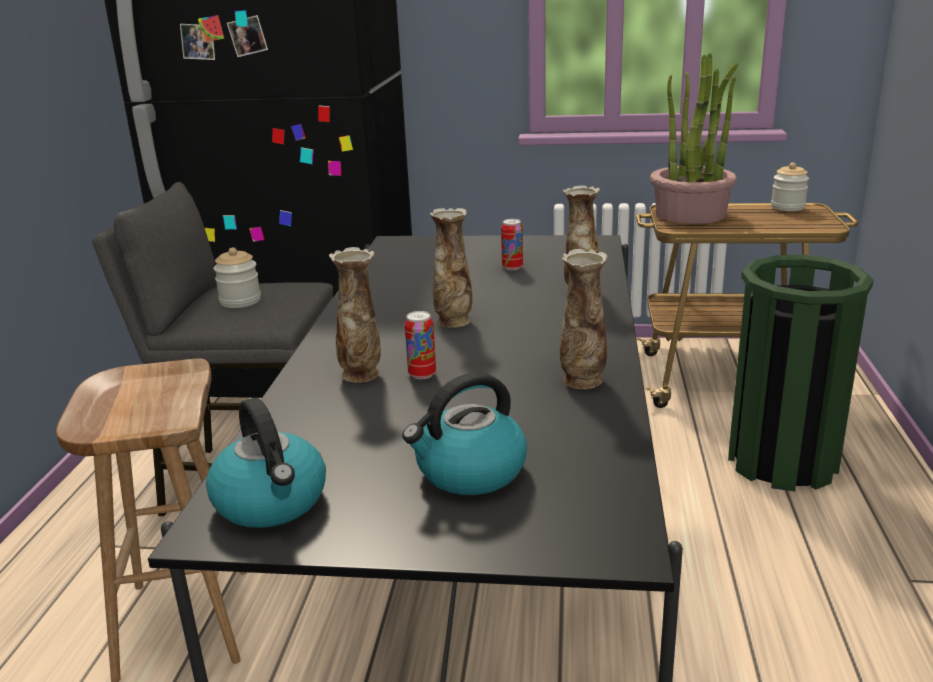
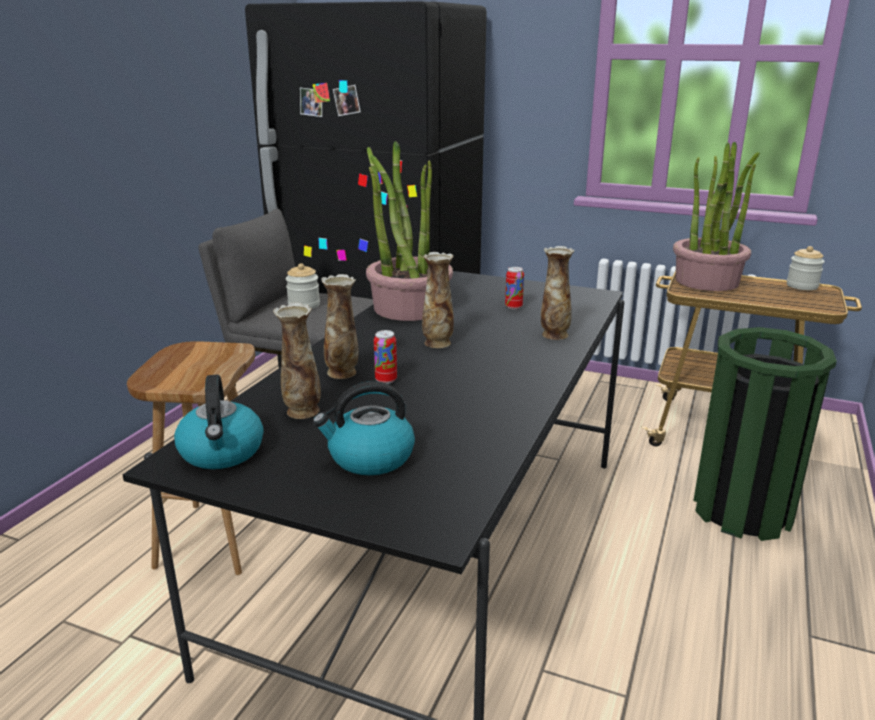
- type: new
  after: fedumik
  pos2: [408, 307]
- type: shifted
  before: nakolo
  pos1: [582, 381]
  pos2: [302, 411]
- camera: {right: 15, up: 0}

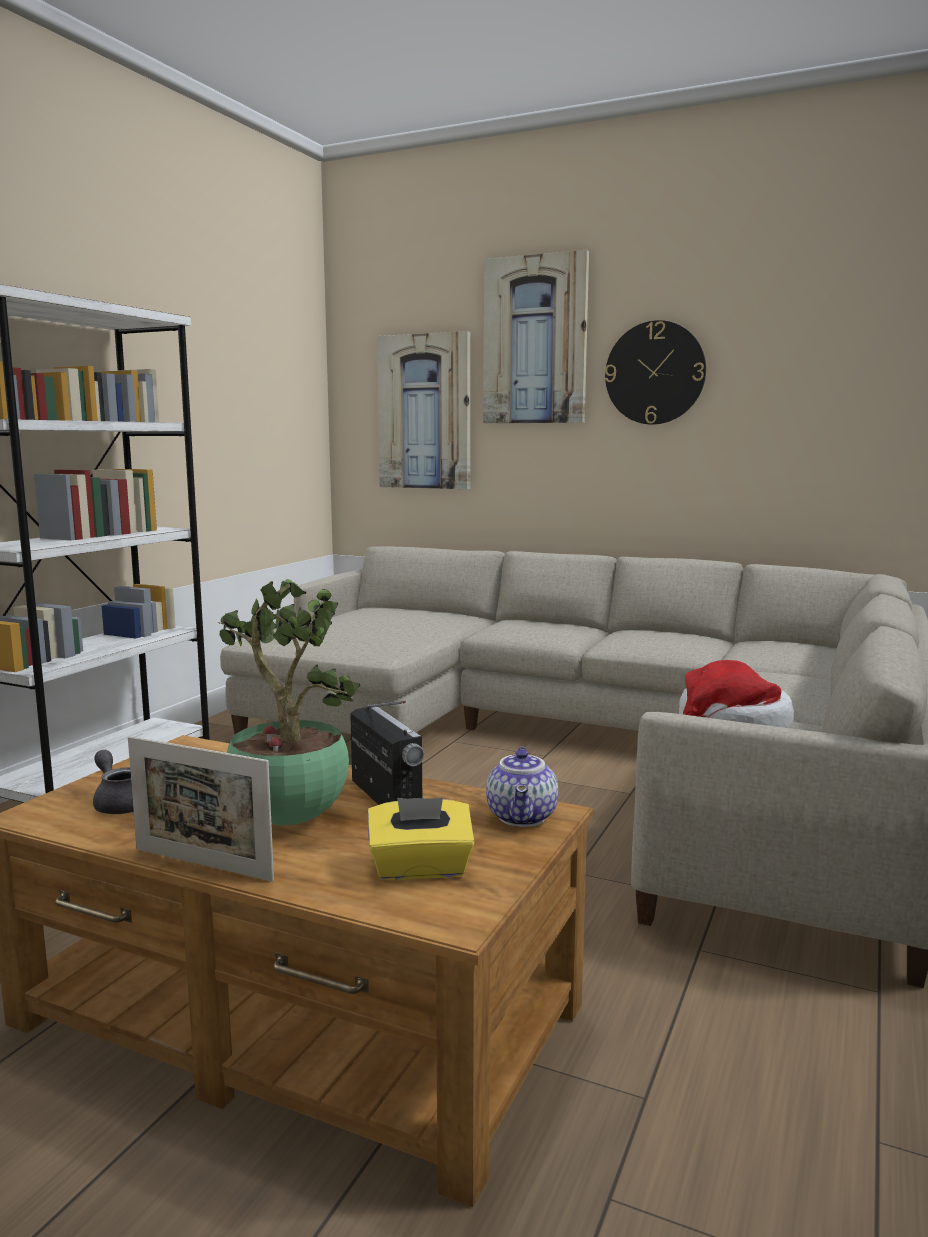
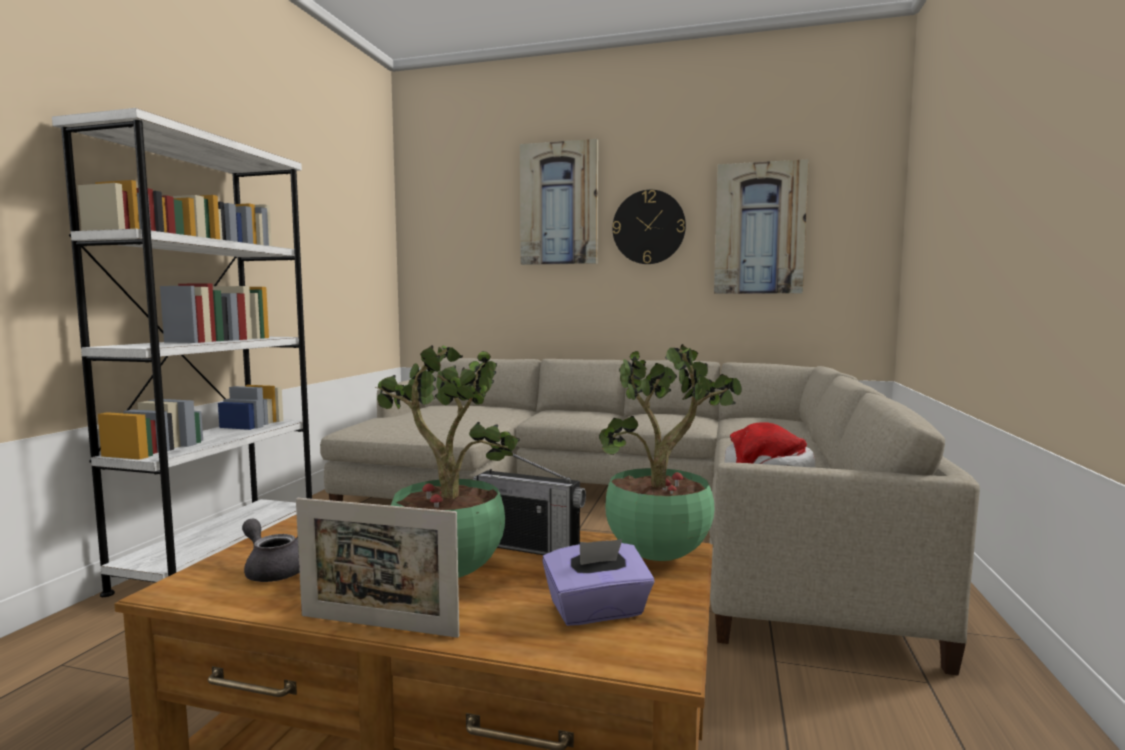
- type: shifted
  before: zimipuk
  pos1: [425, 412]
  pos2: [759, 229]
- type: swapped
  before: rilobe
  after: fedumik
  pos1: [523, 817]
  pos2: [661, 556]
- type: repainted
  before: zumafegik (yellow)
  after: zumafegik (purple)
  pos1: [420, 869]
  pos2: [597, 611]
- type: rotated
  before: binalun
  pos1: [385, 797]
  pos2: [528, 547]
  turn: 150
- camera: {right: -10, up: -5}

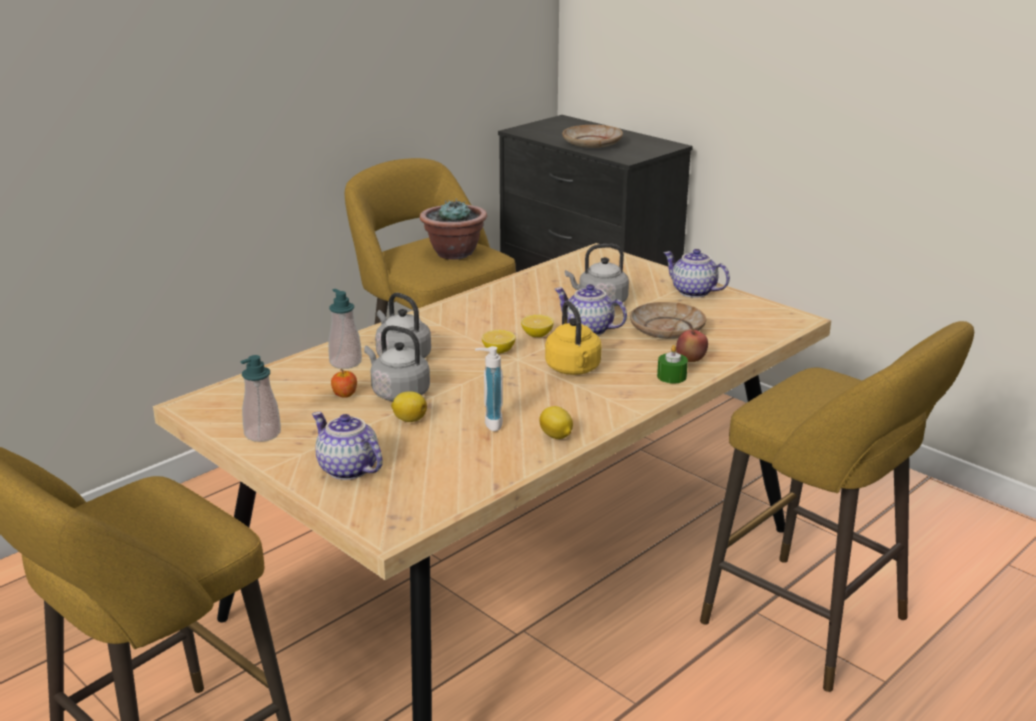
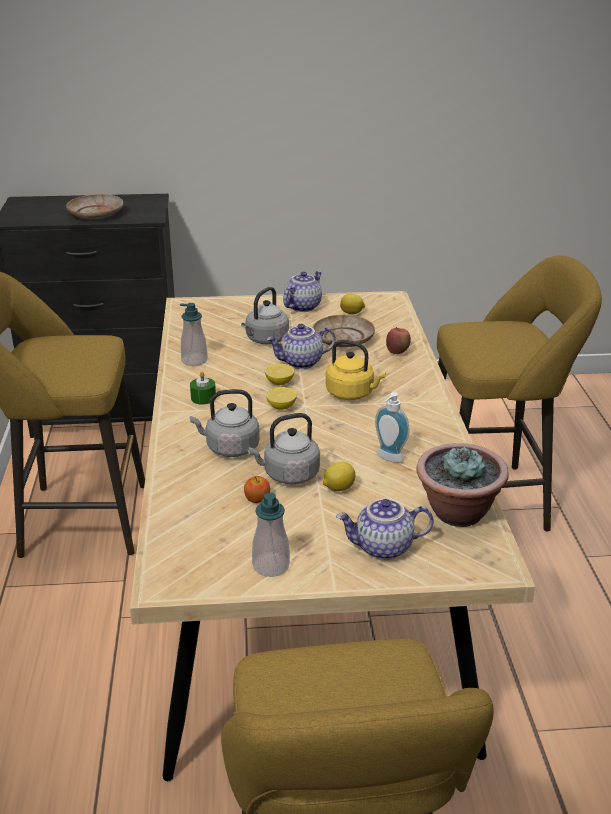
- type: shifted
  before: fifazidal
  pos1: [345, 362]
  pos2: [194, 360]
- type: shifted
  before: fedumik
  pos1: [454, 253]
  pos2: [457, 512]
- type: shifted
  before: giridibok
  pos1: [556, 436]
  pos2: [352, 313]
- type: shifted
  before: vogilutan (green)
  pos1: [671, 376]
  pos2: [203, 398]
- type: rotated
  before: rilobe
  pos1: [692, 292]
  pos2: [302, 306]
  turn: 135
- camera: {right: -50, up: 5}

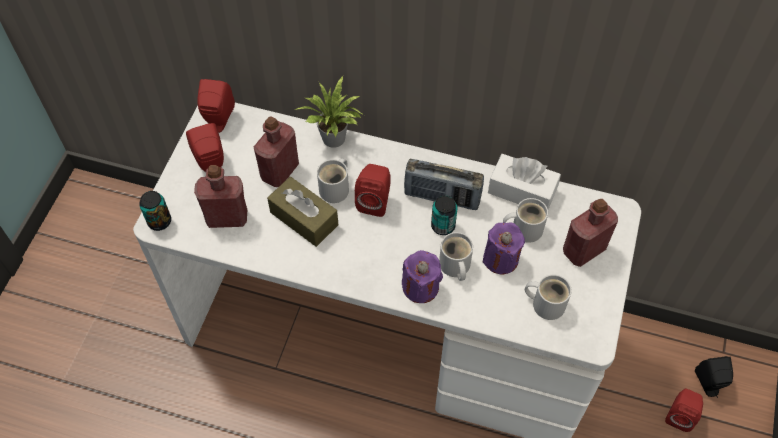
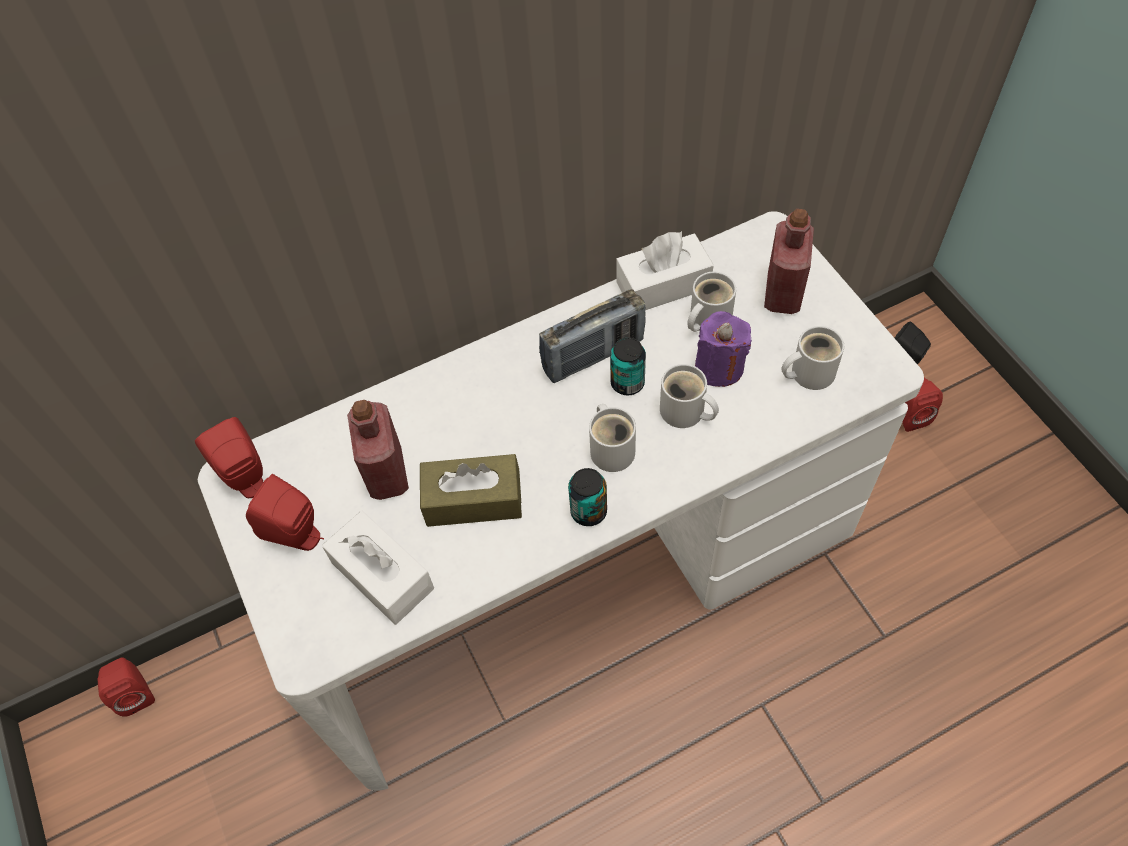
- type: gone
  before: fedumik
  pos1: [335, 140]
- type: gone
  before: vogilutan (purple)
  pos1: [420, 287]
- type: shifted
  before: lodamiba
  pos1: [159, 221]
  pos2: [588, 511]
- type: shifted
  before: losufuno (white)
  pos1: [336, 188]
  pos2: [612, 448]
- type: shifted
  before: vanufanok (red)
  pos1: [375, 201]
  pos2: [136, 692]
- type: swapped
  before: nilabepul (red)
  after: zumafegik (white)
  pos1: [227, 217]
  pos2: [382, 575]
- camera: {right: -40, up: 0}

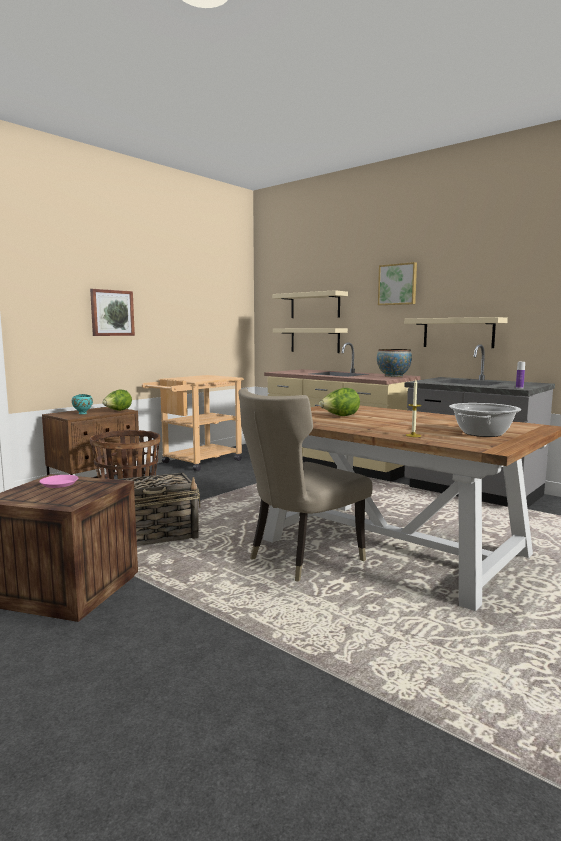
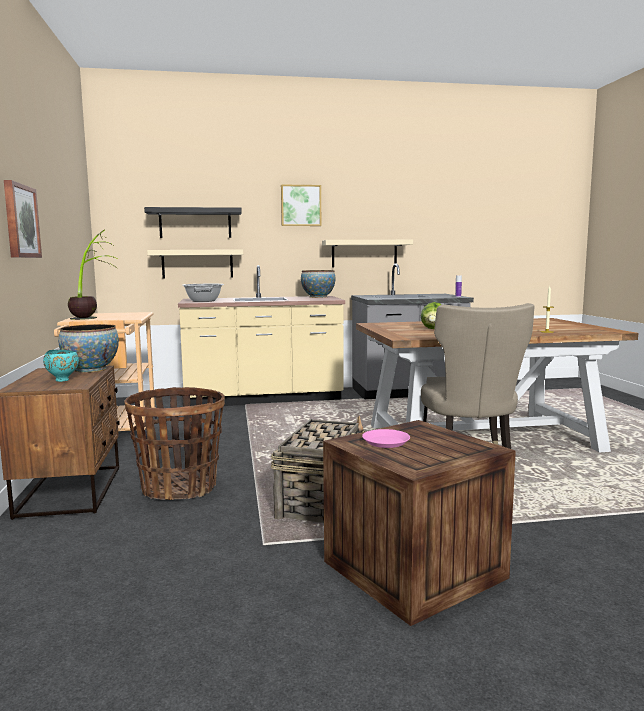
- type: new
  after: fedumik
  pos2: [93, 316]
- type: shifted
  before: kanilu
  pos1: [483, 433]
  pos2: [203, 301]
- type: swapped
  before: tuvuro
  after: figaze
  pos1: [117, 411]
  pos2: [91, 370]
- type: repainted
  before: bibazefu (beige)
  after: bibazefu (black)
  pos1: [315, 305]
  pos2: [195, 223]
- camera: {right: -50, up: 0}

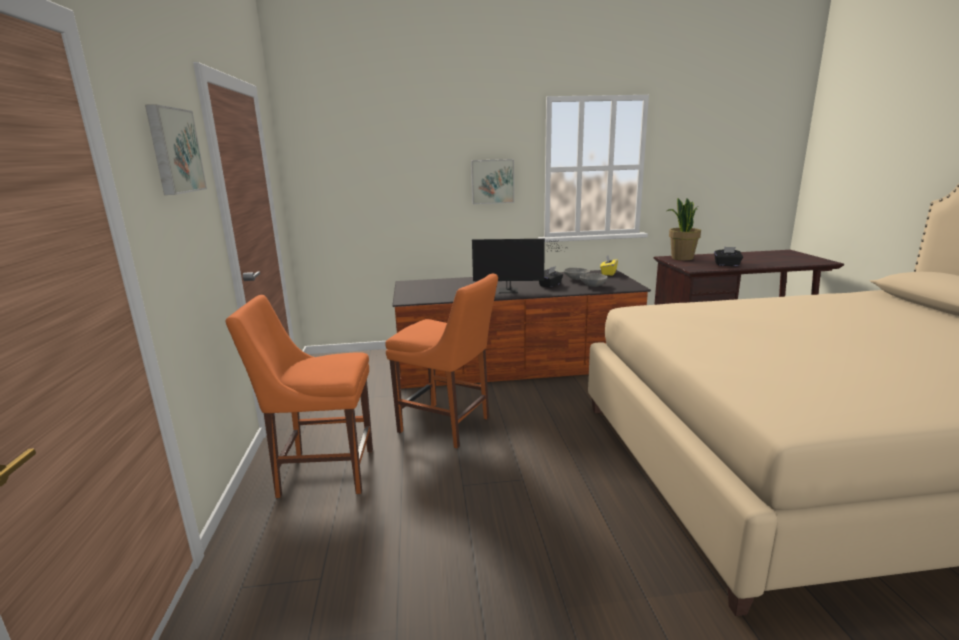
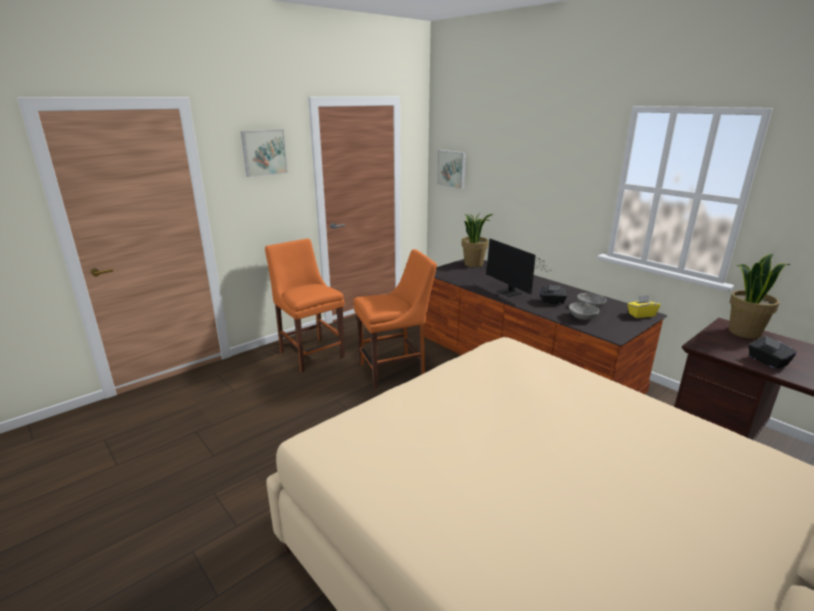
- type: new
  after: fedumik
  pos2: [474, 264]
- type: shifted
  before: zimipuk
  pos1: [492, 181]
  pos2: [452, 168]
- type: rotated
  before: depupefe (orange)
  pos1: [448, 426]
  pos2: [395, 369]
  turn: -105
- camera: {right: 55, up: 5}

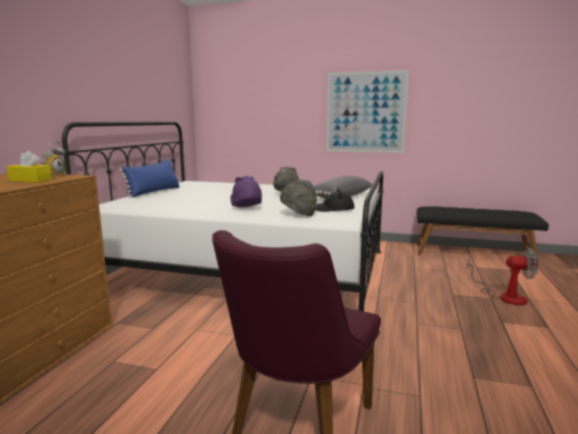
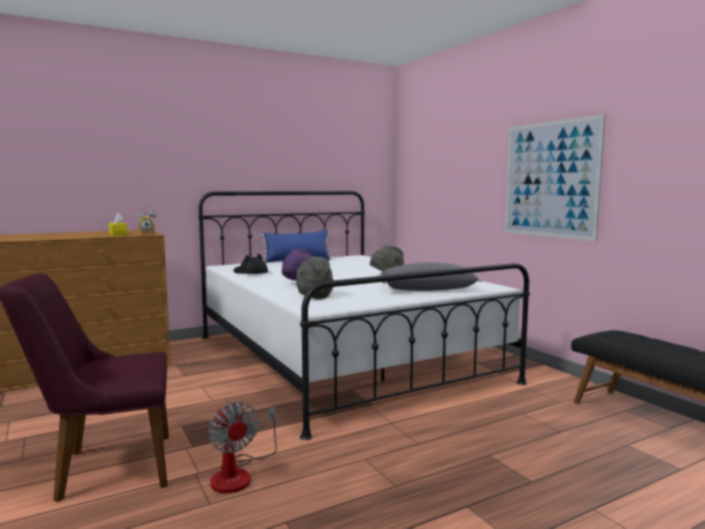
- type: shifted
  before: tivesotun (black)
  pos1: [332, 209]
  pos2: [250, 272]
- type: shifted
  before: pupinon
  pos1: [504, 296]
  pos2: [239, 474]
- camera: {right: 45, up: -5}

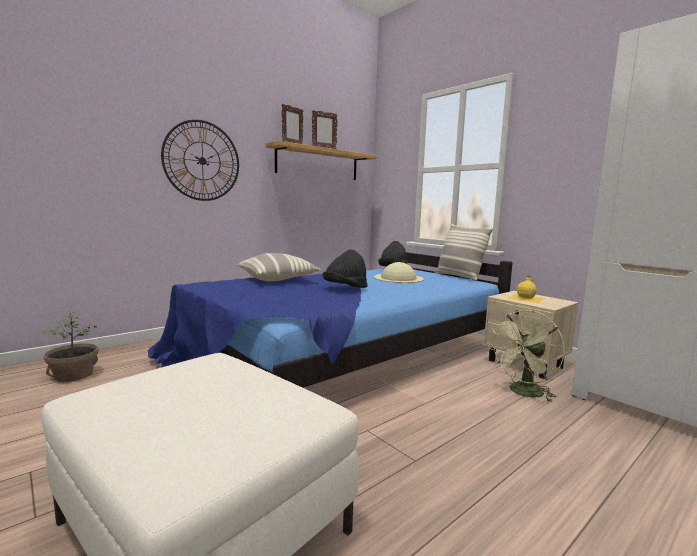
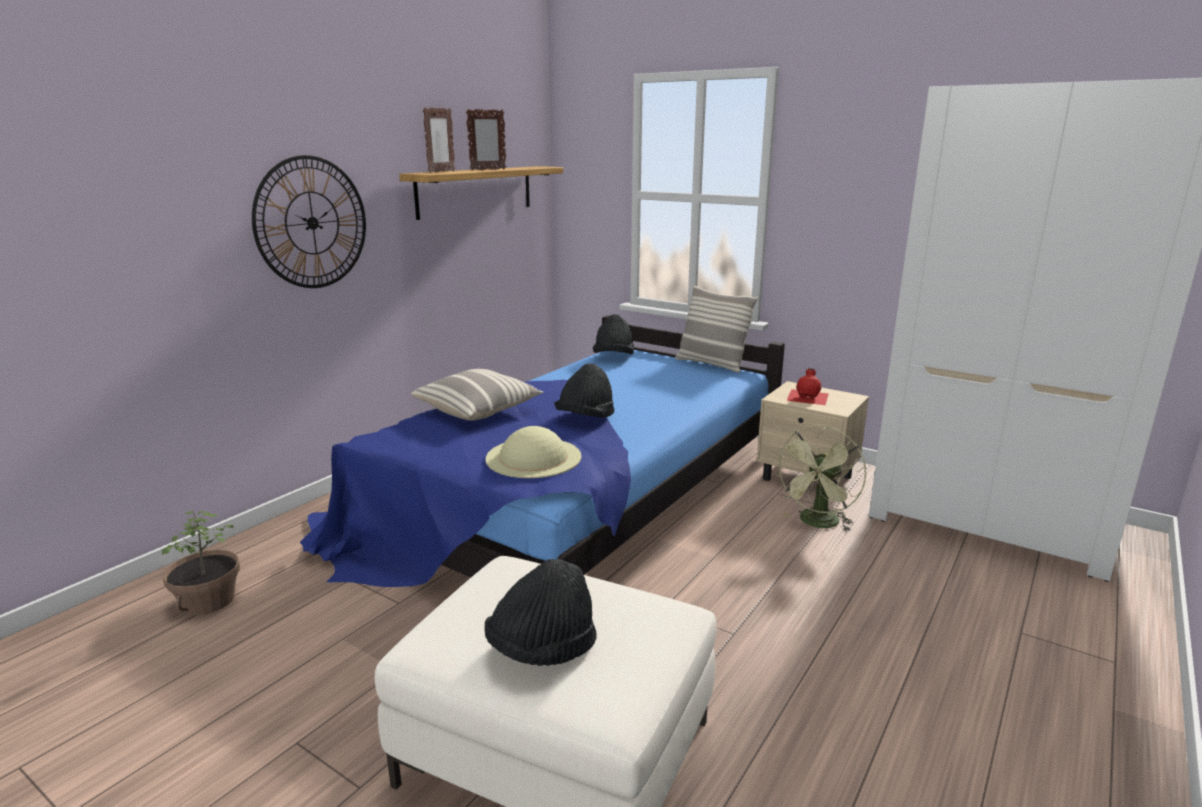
- type: new
  after: tivesotun (black)
  pos2: [542, 649]
- type: shifted
  before: tivesotun (beige)
  pos1: [398, 278]
  pos2: [533, 457]
- type: repainted
  before: nilabepul (yellow)
  after: nilabepul (red)
  pos1: [526, 298]
  pos2: [808, 396]
- camera: {right: -15, up: 10}

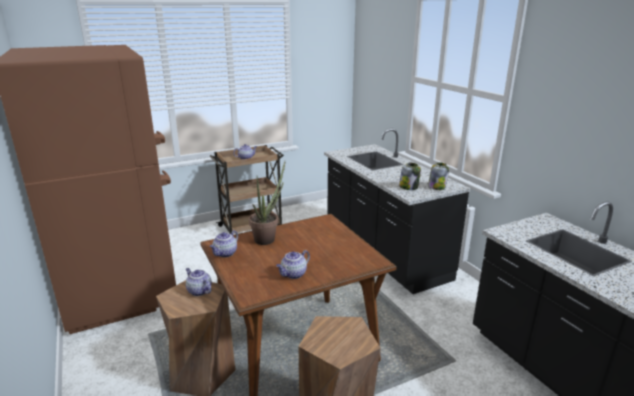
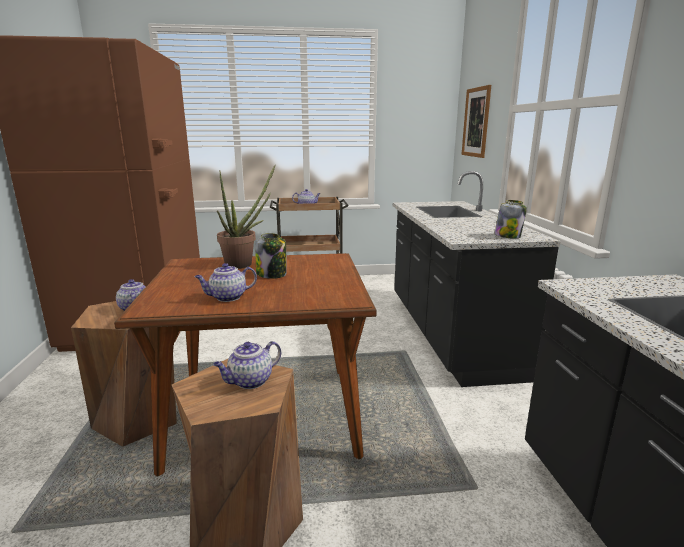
- type: new
  after: zimipuk
  pos2: [476, 122]
- type: shifted
  before: rilobe
  pos1: [225, 253]
  pos2: [250, 381]
- type: shifted
  before: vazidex
  pos1: [409, 187]
  pos2: [272, 274]
- camera: {right: 20, up: -5}

